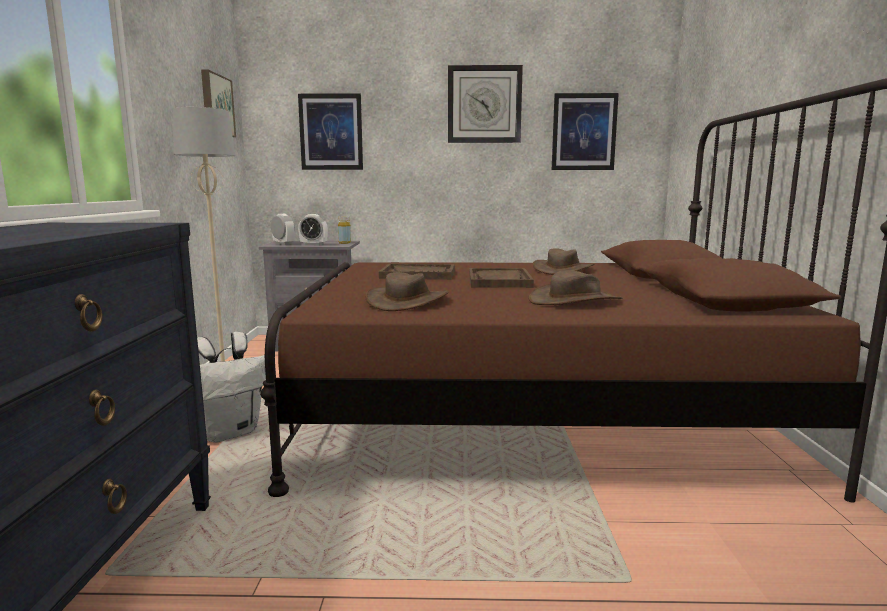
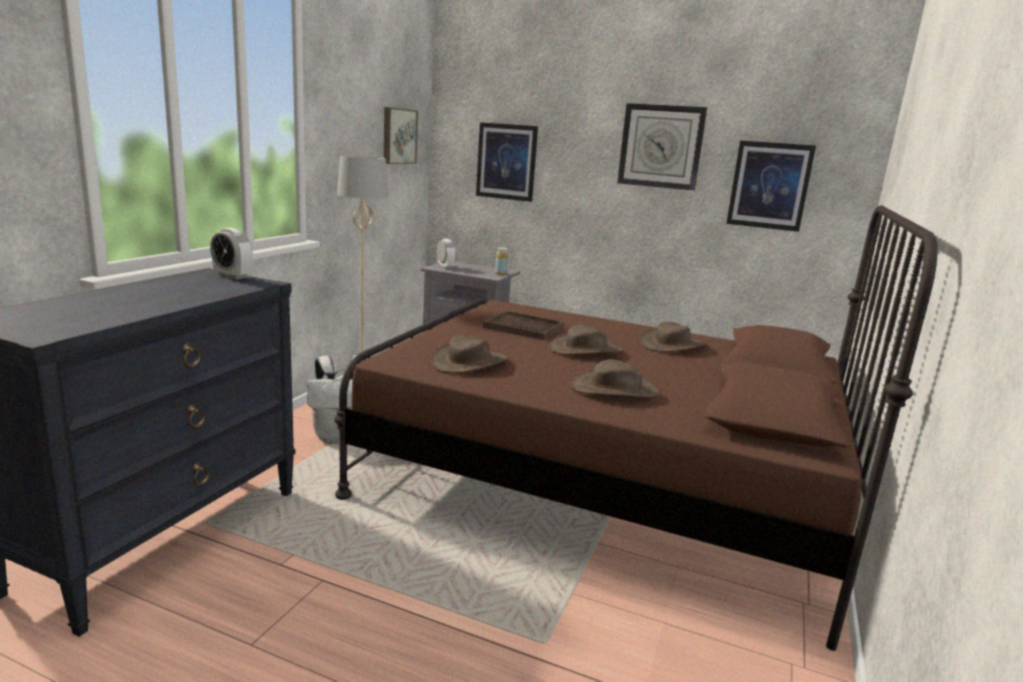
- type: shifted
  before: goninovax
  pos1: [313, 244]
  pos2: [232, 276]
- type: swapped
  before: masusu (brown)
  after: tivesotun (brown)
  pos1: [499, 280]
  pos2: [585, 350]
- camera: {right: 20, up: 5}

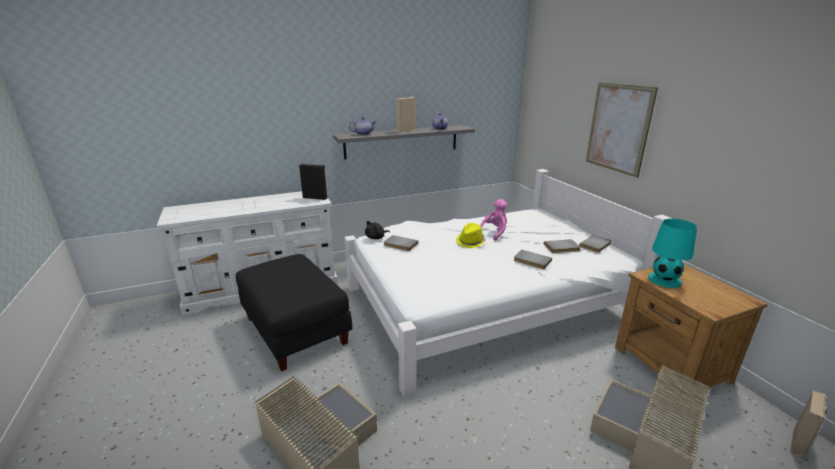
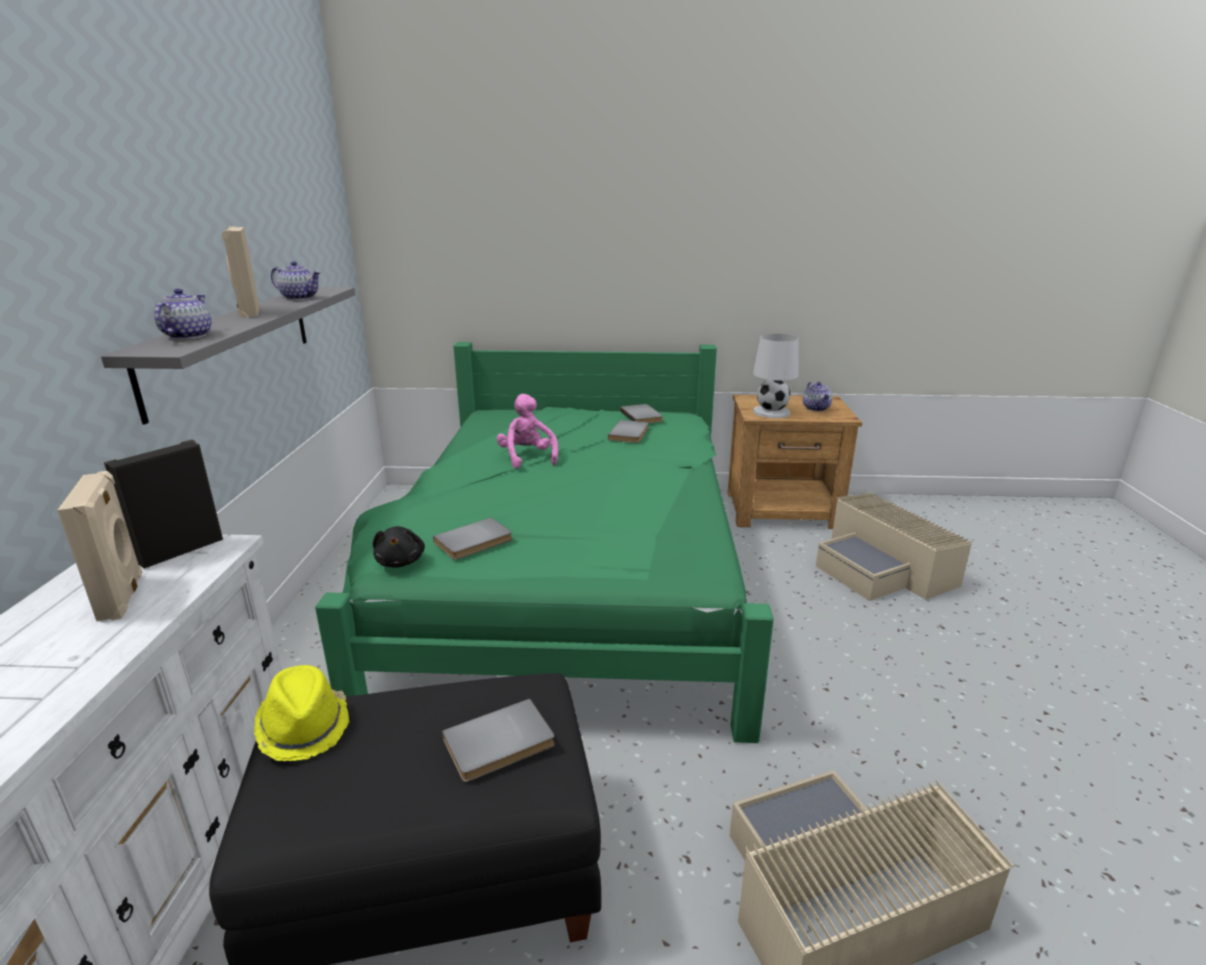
- type: gone
  before: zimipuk
  pos1: [618, 128]
- type: new
  after: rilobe
  pos2: [816, 408]
- type: shifted
  before: tivesotun (yellow)
  pos1: [471, 242]
  pos2: [304, 726]
- type: shifted
  before: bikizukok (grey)
  pos1: [531, 261]
  pos2: [500, 745]
- type: shifted
  before: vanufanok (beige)
  pos1: [799, 444]
  pos2: [123, 596]
- type: repainted
  before: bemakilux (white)
  after: bemakilux (green)
  pos1: [483, 303]
  pos2: [569, 580]
- type: repainted
  before: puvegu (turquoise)
  after: puvegu (white)
  pos1: [664, 280]
  pos2: [771, 412]
- camera: {right: -65, up: 0}

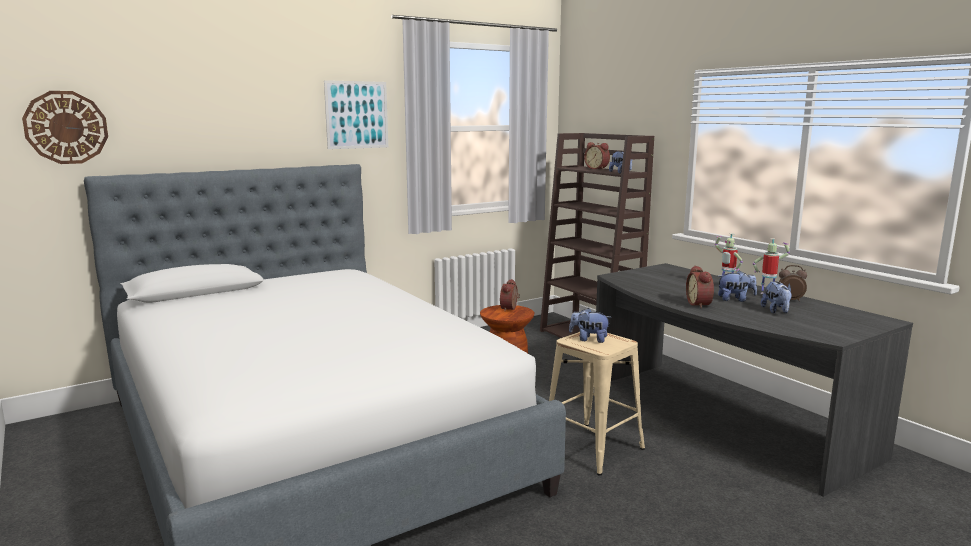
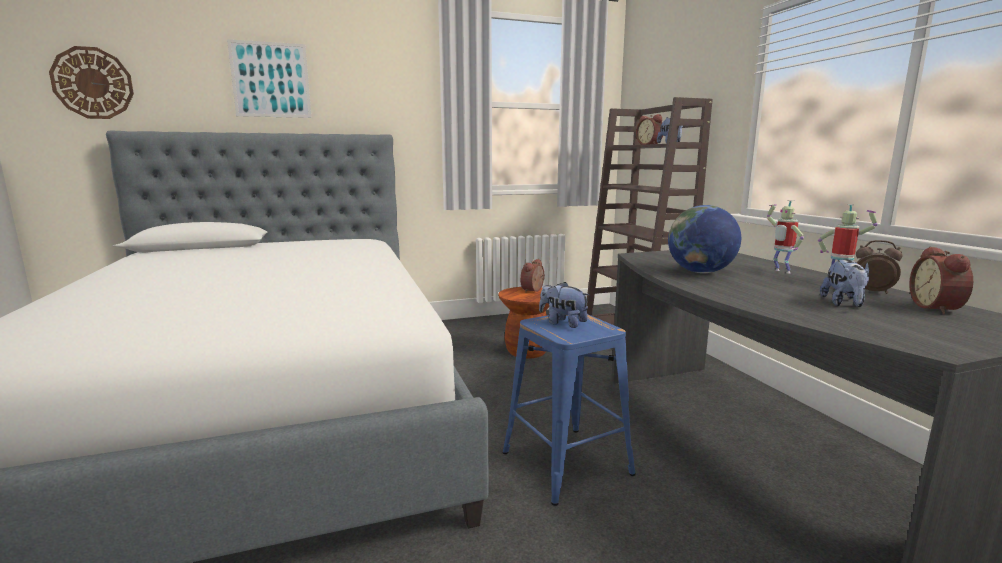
- type: gone
  before: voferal
  pos1: [735, 299]
- type: new
  after: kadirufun
  pos2: [700, 272]
- type: shifted
  before: zimipuk
  pos1: [357, 115]
  pos2: [271, 80]
- type: shifted
  before: goninovax
  pos1: [700, 304]
  pos2: [938, 308]
- type: repainted
  before: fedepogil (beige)
  after: fedepogil (blue)
  pos1: [591, 448]
  pos2: [565, 463]
- camera: {right: 15, up: 0}

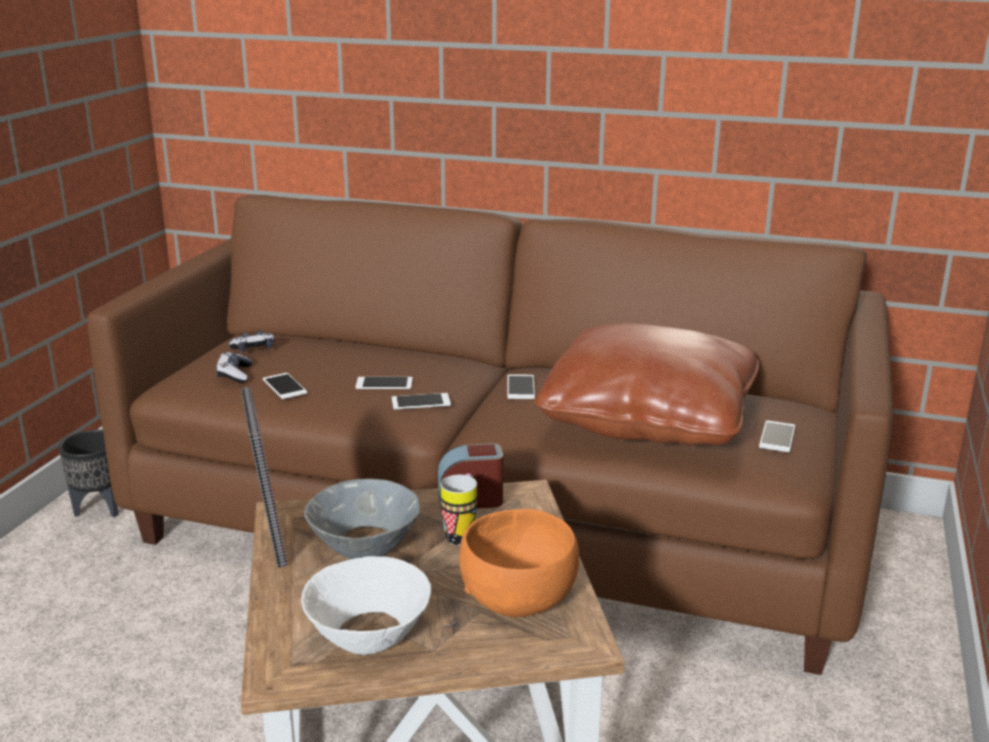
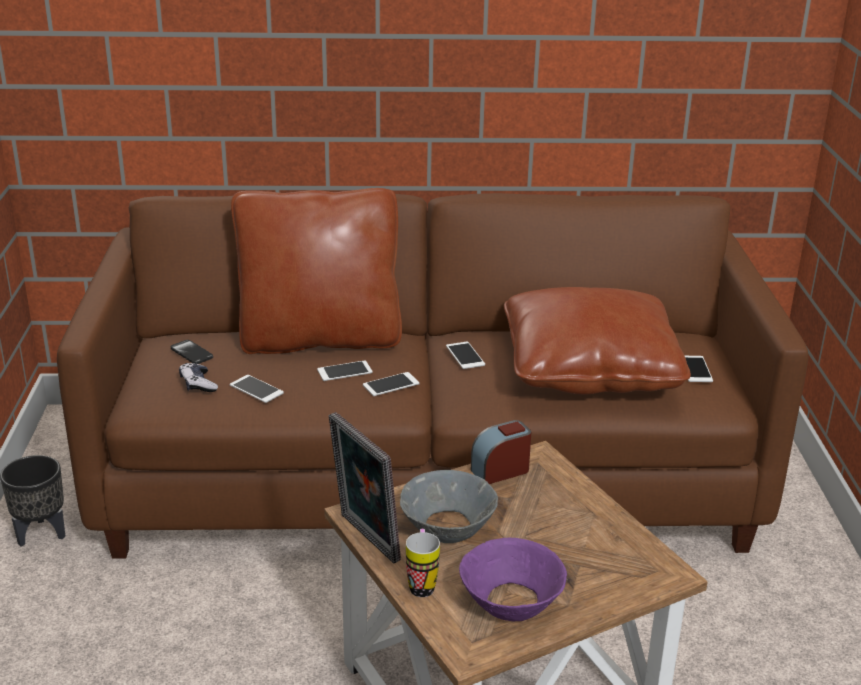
- type: gone
  before: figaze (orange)
  pos1: [520, 598]
- type: new
  after: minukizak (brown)
  pos2: [320, 339]
- type: shifted
  before: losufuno
  pos1: [462, 533]
  pos2: [421, 583]
- type: swapped
  before: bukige
  after: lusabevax
  pos1: [254, 349]
  pos2: [191, 353]
- type: repainted
  before: figaze (white)
  after: figaze (purple)
  pos1: [368, 633]
  pos2: [510, 603]
- camera: {right: -20, up: 5}

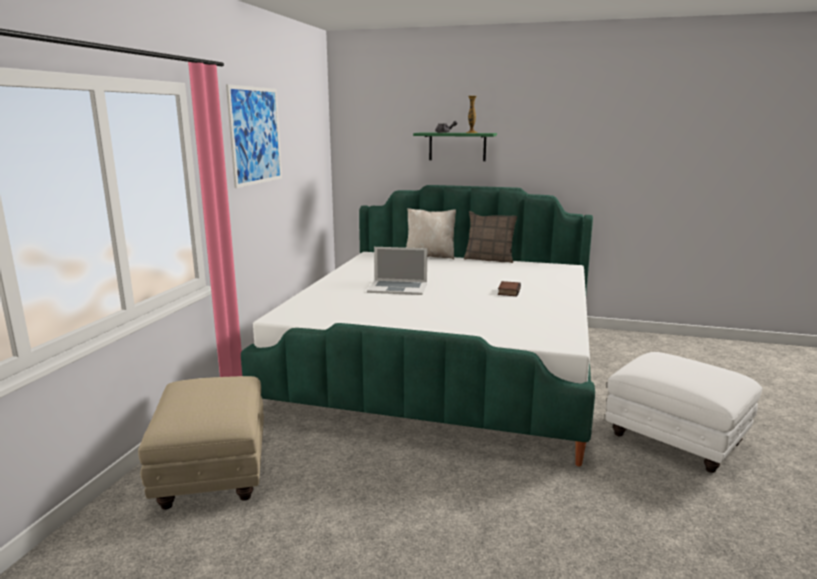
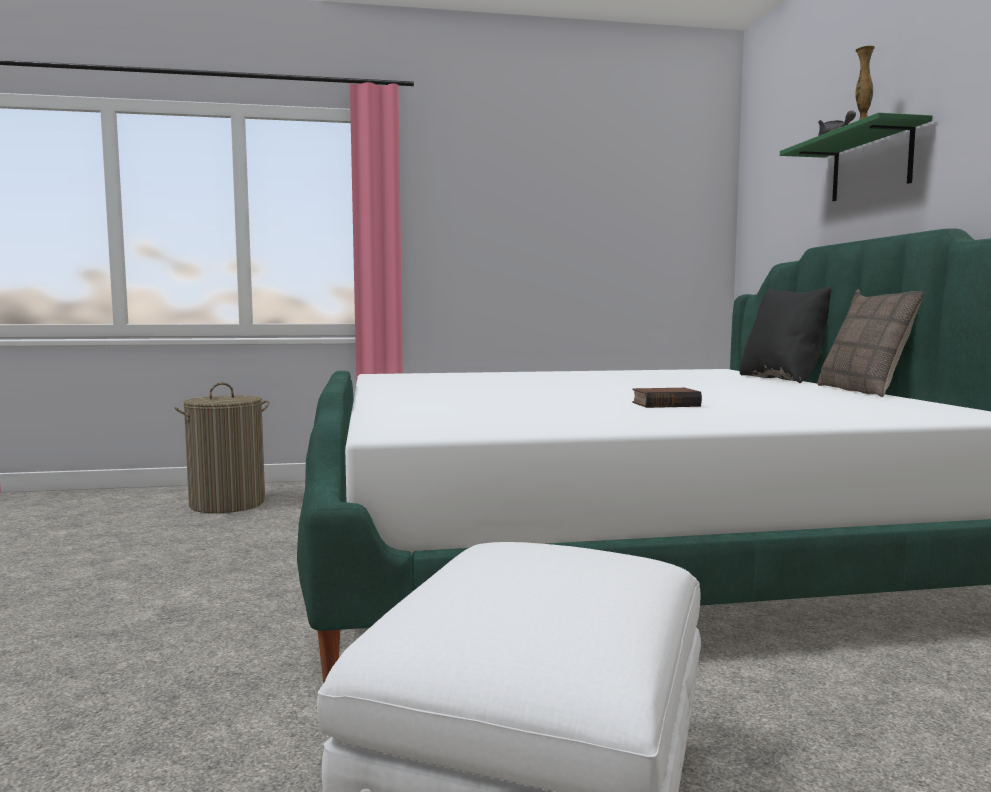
- type: gone
  before: zimipuk
  pos1: [255, 135]
- type: gone
  before: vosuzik
  pos1: [397, 288]
- type: swapped
  before: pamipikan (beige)
  after: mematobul
  pos1: [213, 472]
  pos2: [227, 503]
- type: repainted
  before: minukizak (beige)
  after: minukizak (black)
  pos1: [430, 256]
  pos2: [783, 379]
- camera: {right: 65, up: -10}

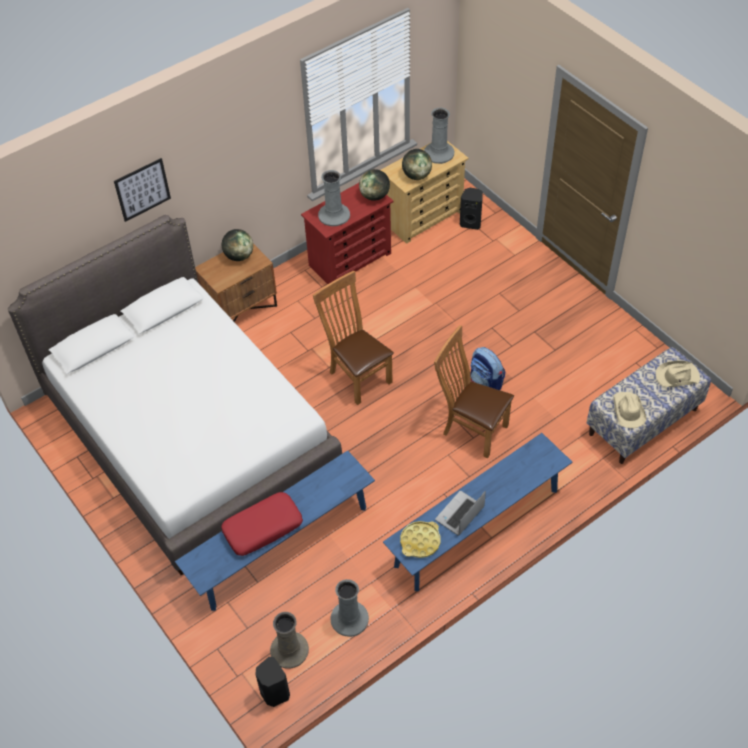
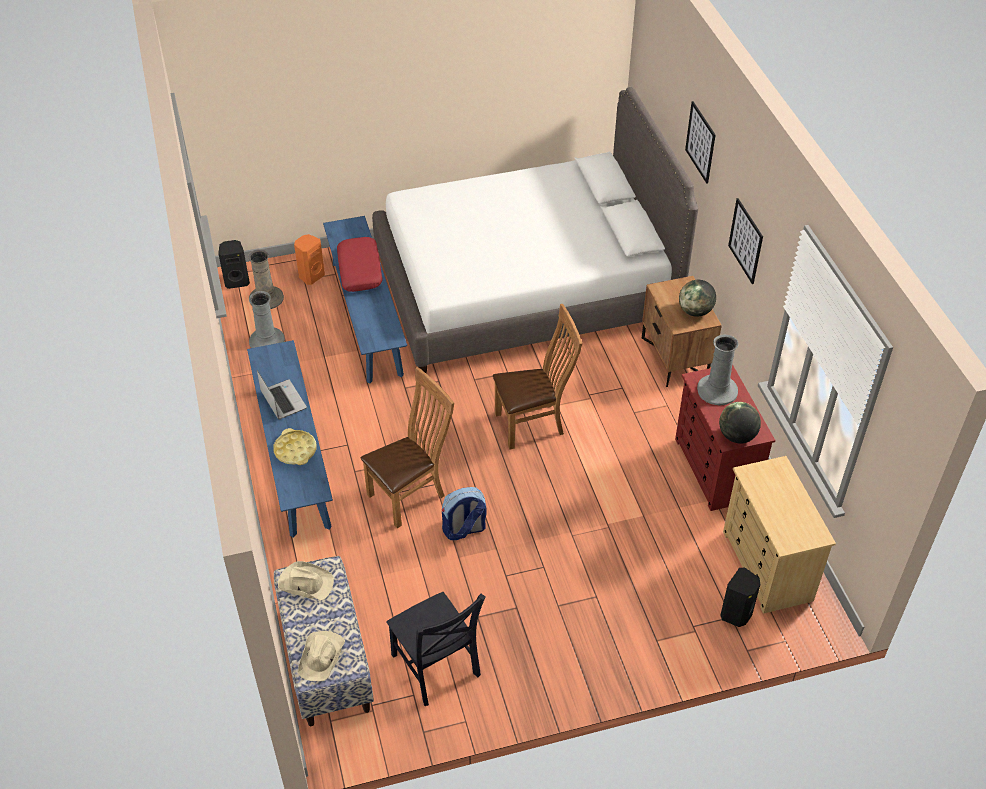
- type: gone
  before: kadirufun
  pos1: [416, 176]
- type: gone
  before: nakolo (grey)
  pos1: [438, 153]
- type: new
  after: vanufanok (orange)
  pos2: [311, 276]
- type: new
  after: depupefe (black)
  pos2: [437, 668]
- type: new
  after: zimipuk
  pos2: [745, 241]
- type: shifted
  before: masusu (yellow)
  pos1: [420, 541]
  pos2: [295, 450]
- camera: {right: 110, up: -5}

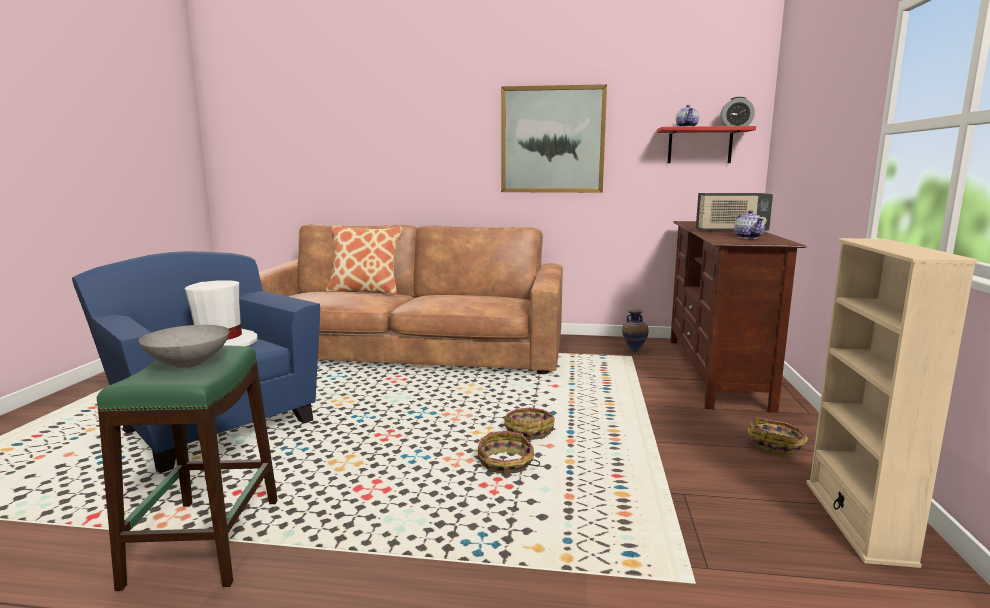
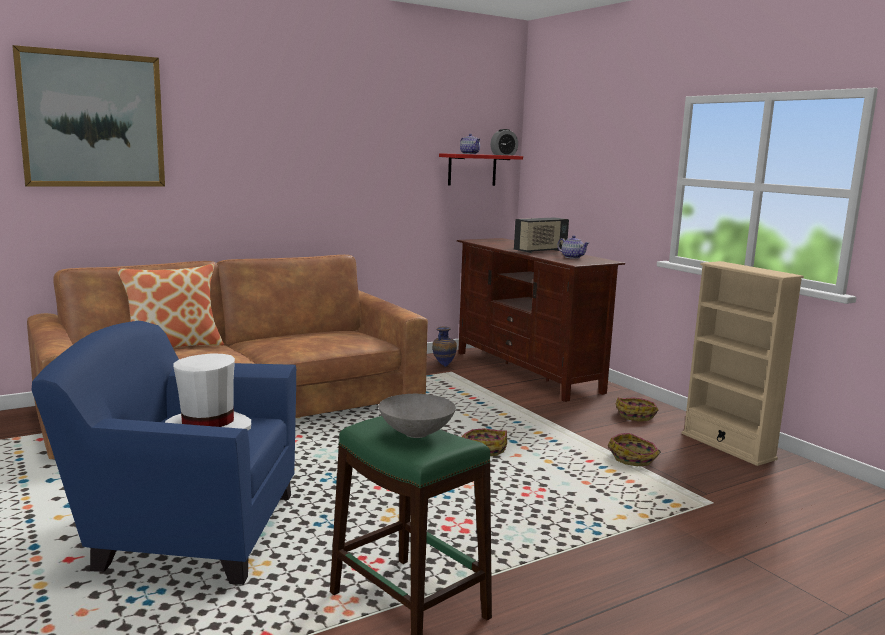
- type: shifted
  before: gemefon
  pos1: [506, 464]
  pos2: [634, 459]
- type: shifted
  before: zimipuk
  pos1: [552, 140]
  pos2: [92, 120]
- camera: {right: -40, up: 0}

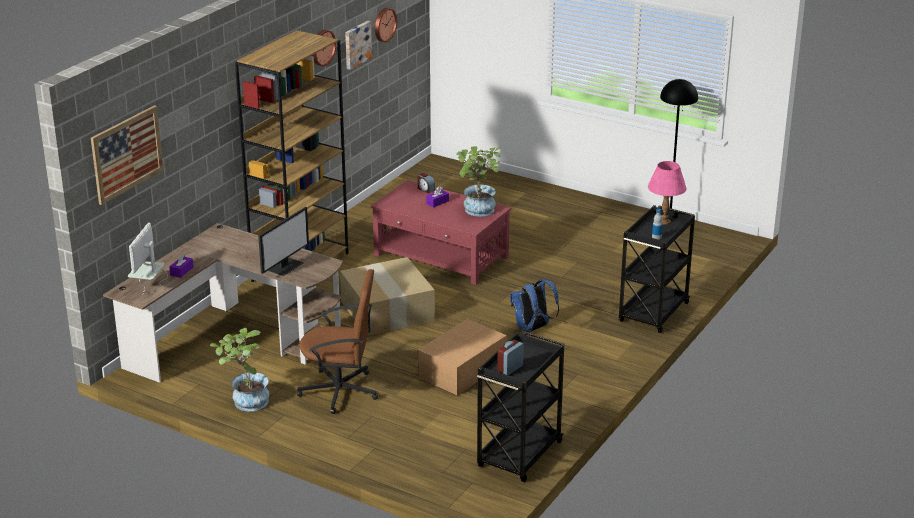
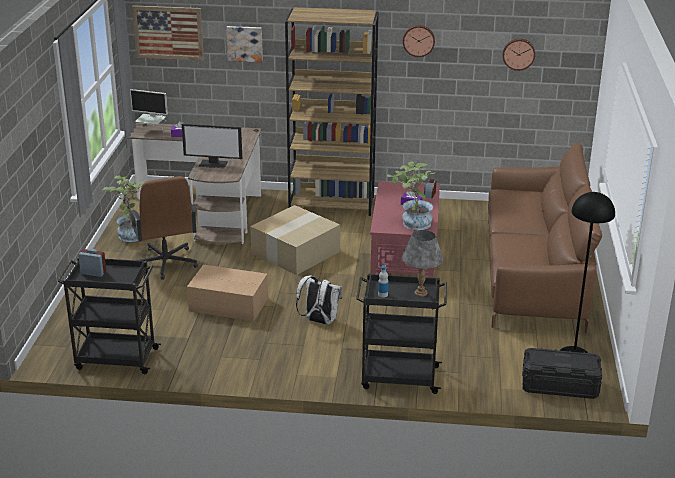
- type: new
  after: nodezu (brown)
  pos2: [533, 273]
- type: new
  after: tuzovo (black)
  pos2: [560, 385]
- type: shifted
  before: zimipuk
  pos1: [356, 44]
  pos2: [245, 43]
- type: repainted
  before: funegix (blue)
  after: funegix (white)
  pos1: [532, 328]
  pos2: [319, 321]
- type: repainted
  before: puvegu (pink)
  after: puvegu (grey)
  pos1: [664, 221]
  pos2: [420, 293]
- type: rotated
  before: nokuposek
  pos1: [148, 286]
  pos2: [152, 131]
  turn: -150
- camera: {right: 65, up: 0}

